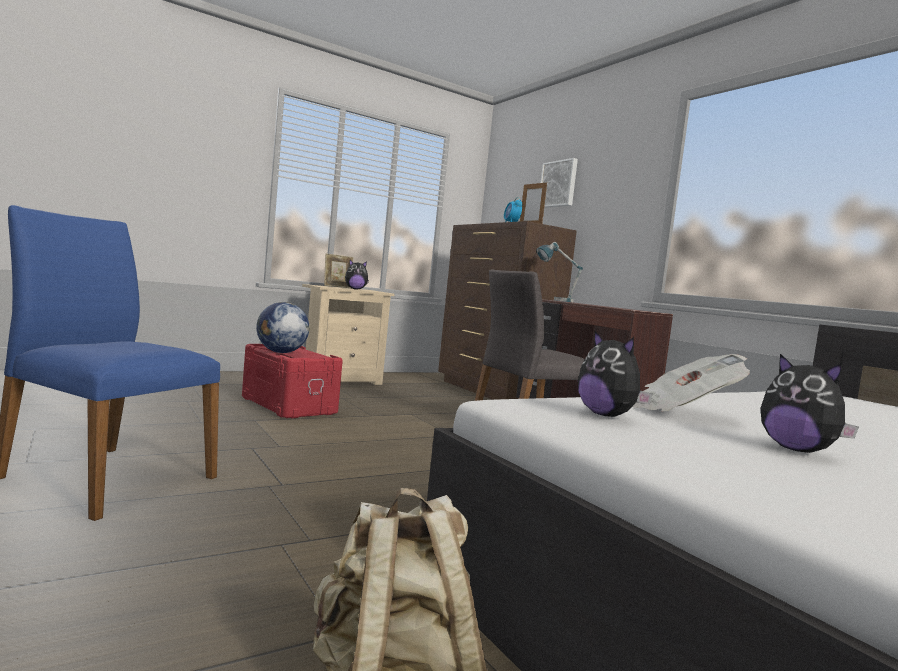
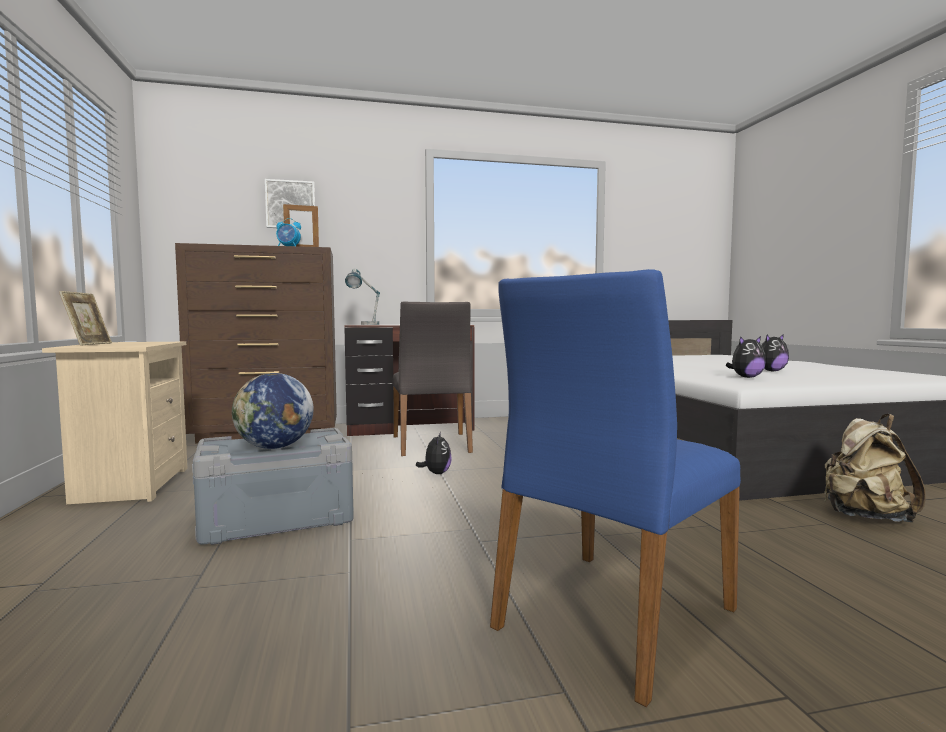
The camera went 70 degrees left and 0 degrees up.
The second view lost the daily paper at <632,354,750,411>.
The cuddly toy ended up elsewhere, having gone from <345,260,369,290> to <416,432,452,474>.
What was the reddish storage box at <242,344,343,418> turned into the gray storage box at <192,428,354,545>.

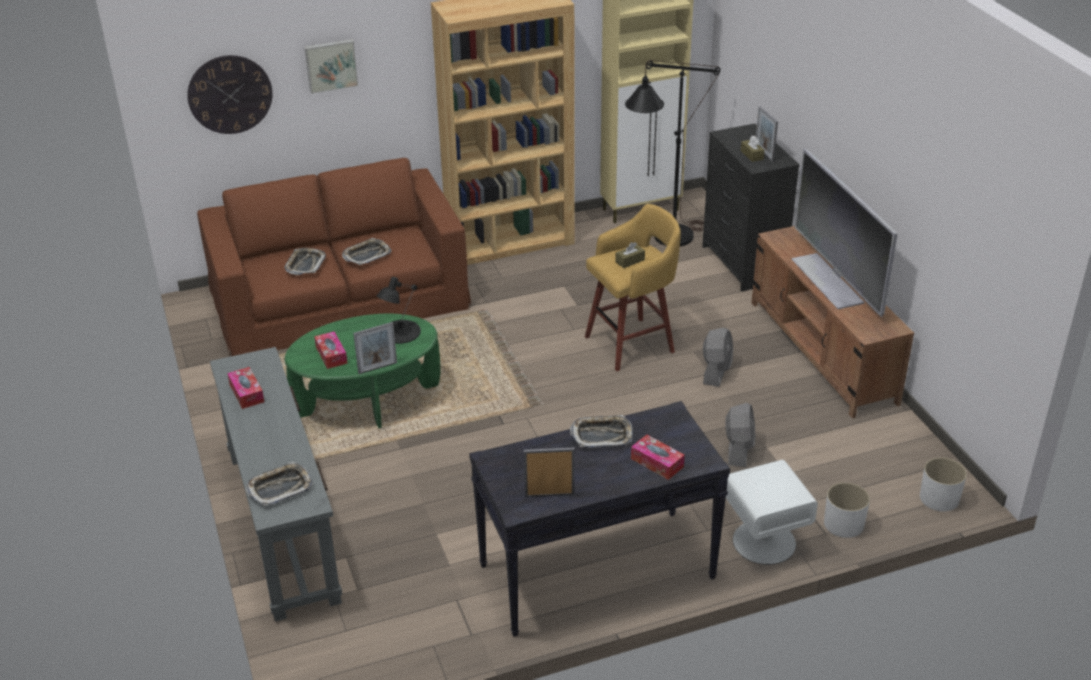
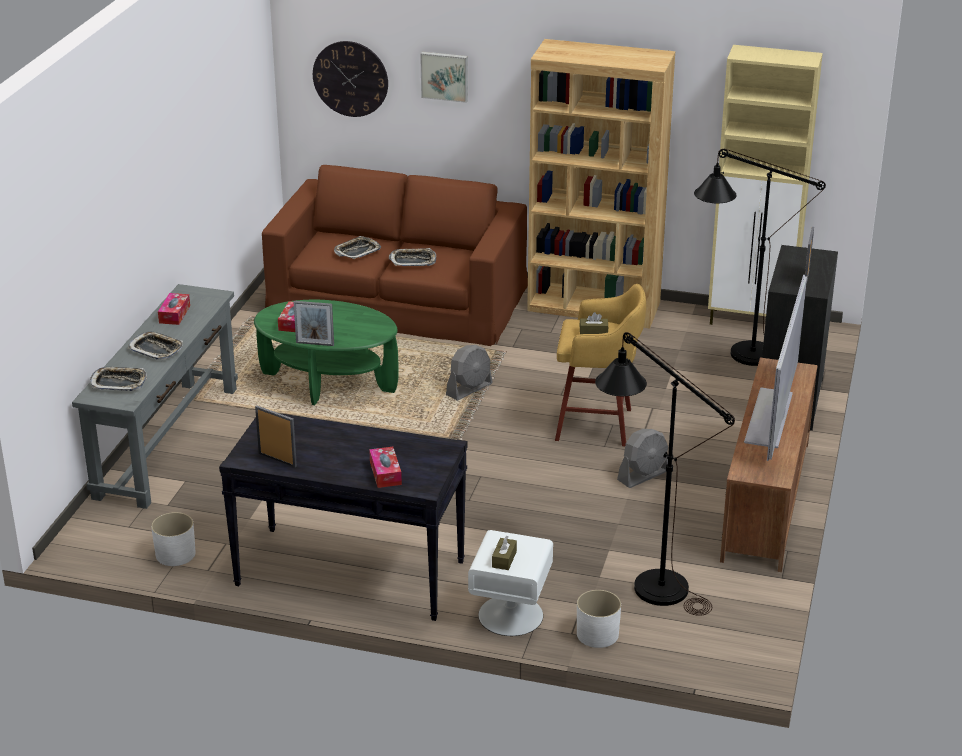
The camera went 35 degrees right and 5 degrees down.
The second view lost the black-coloured lamp for a table at <377,277,421,344>.
The second view gained the black-coloured standing lamp at <595,332,735,616>.
The tray ended up elsewhere, having gone from <570,415,633,448> to <128,332,183,360>.
The gray electric fan ended up elsewhere, having gone from <725,403,755,467> to <446,345,493,401>.
The brown-coloured tissue holder ended up elsewhere, having gone from <741,136,765,162> to <492,536,517,570>.
The whitish plant pot ended up elsewhere, having gone from <920,458,967,511> to <151,512,196,566>.

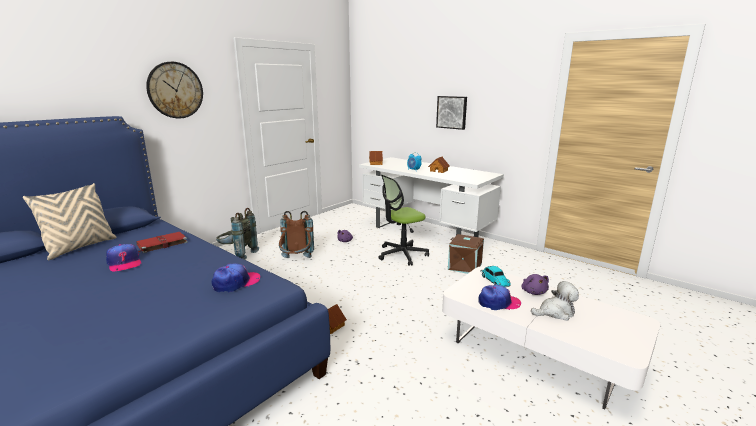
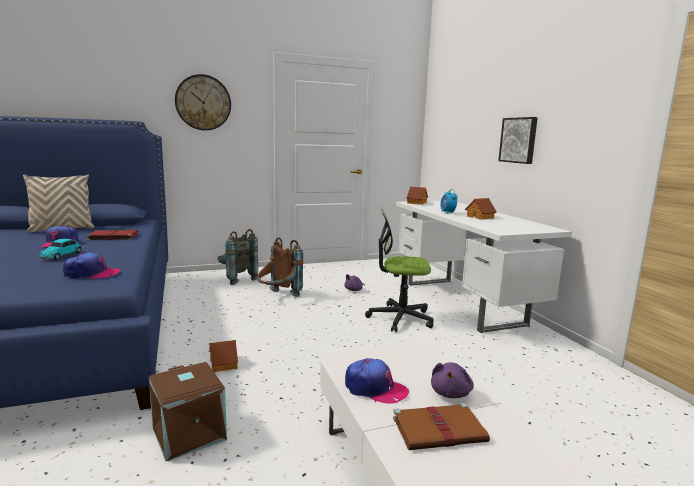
The camera went 30 degrees right and 5 degrees down.
The brown-coloured storage box ended up elsewhere, having gone from <448,234,484,274> to <149,362,227,461>.
The model car ended up elsewhere, having gone from <480,266,511,287> to <38,239,85,260>.
Where the cuddly toy stood at <531,281,579,321>, the brown-coloured volume came to stand at <393,403,490,450>.

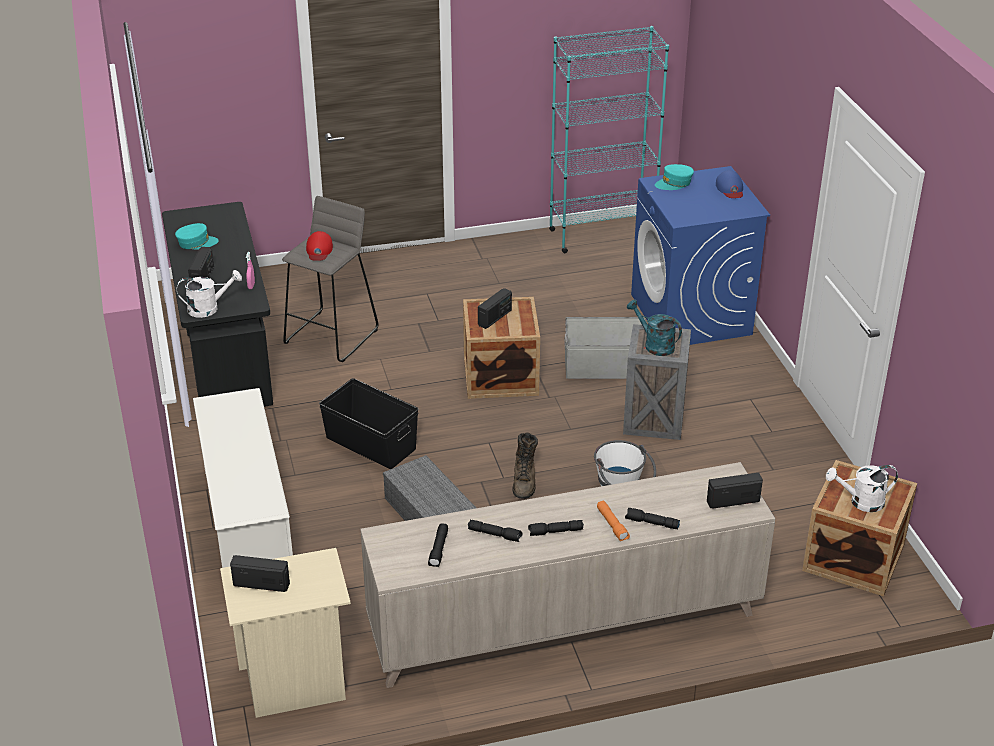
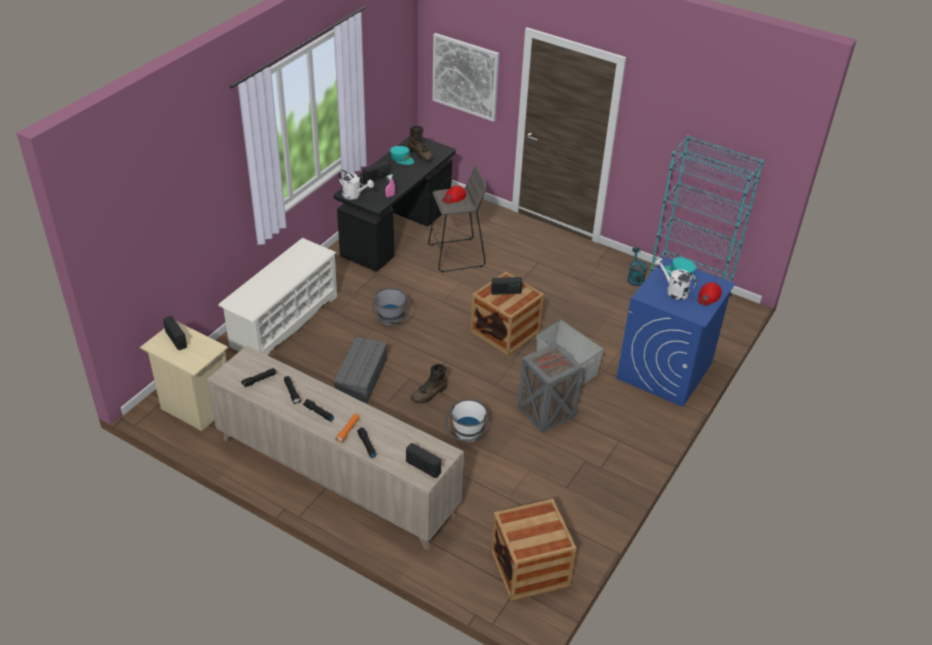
The camera went 45 degrees right and 5 degrees up.
The second view gained the brown-coloured high-top boot at <407,126,433,161>.
The second view gained the wall art at <432,33,499,122>.
The turquoise-coloured sprinkling can ended up elsewhere, having gone from <627,300,682,356> to <627,247,647,286>.
The whitish sprinkling can ended up elsewhere, having gone from <826,465,898,512> to <655,258,696,300>.
Where the black-coloured storage box stood at <319,378,418,469>, the gray pail came to stand at <372,288,410,326>.
What was the blue-coloured cap at <716,170,743,198> turned into the reddish cap at <697,282,722,306>.

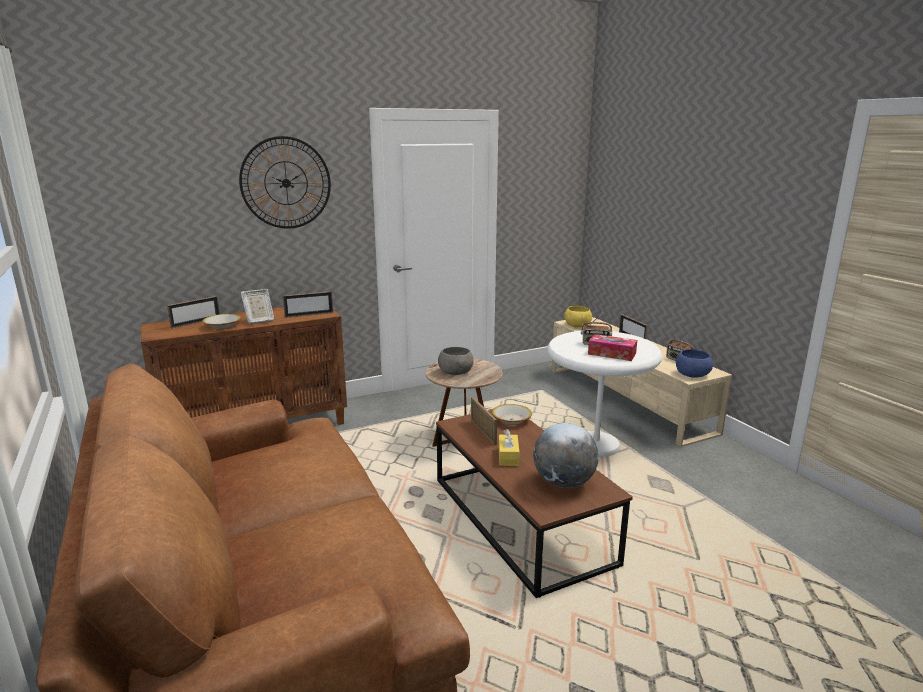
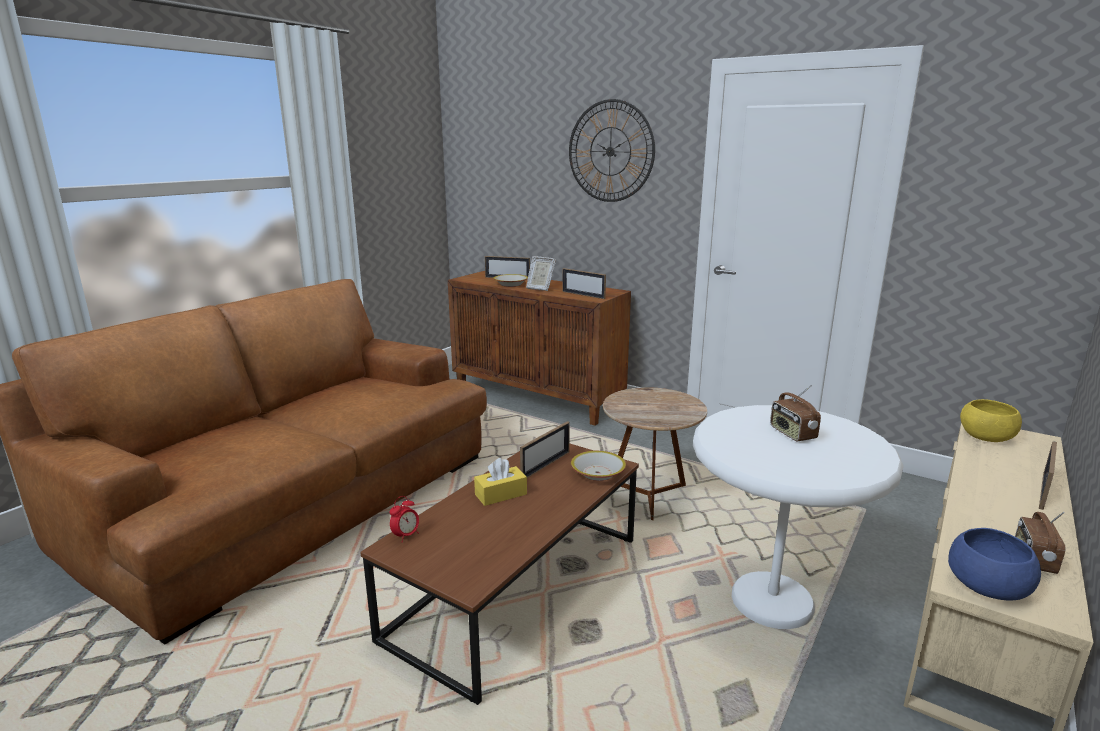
The camera went 60 degrees right and 0 degrees up.
The second view lost the gray bowl at <438,347,474,375>.
The second view lost the globe at <533,423,599,488>.
The second view lost the tissue holder at <588,334,637,361>.
The second view gained the bedside clock at <389,496,419,543>.

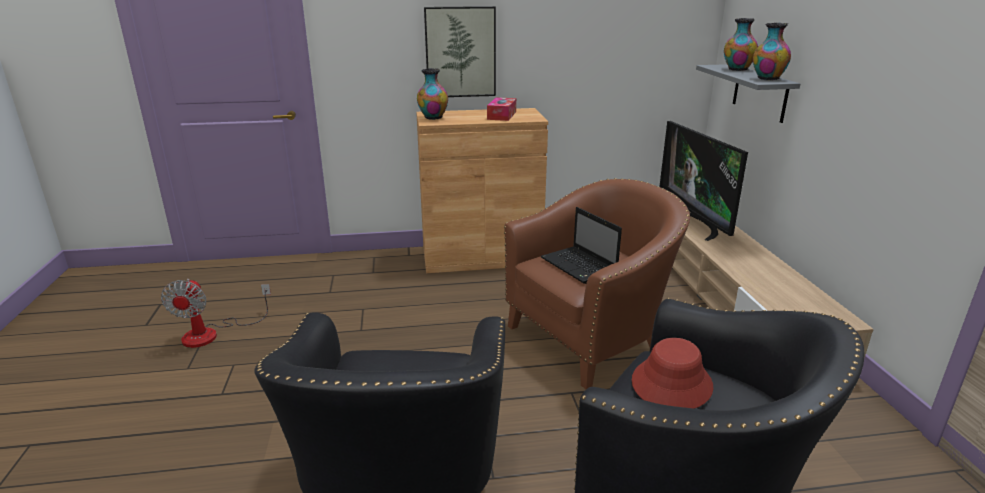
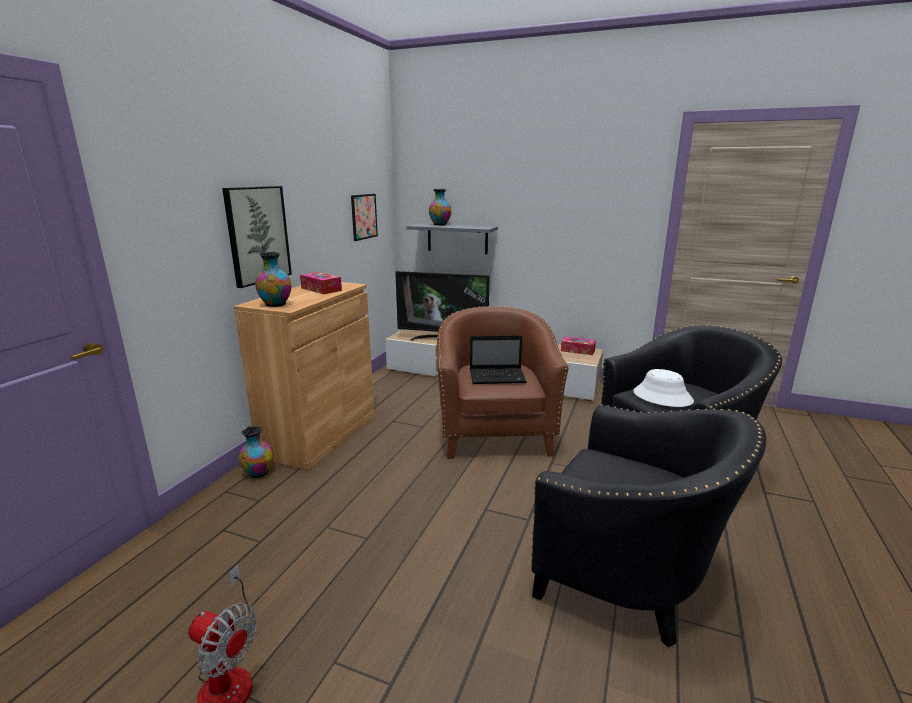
The camera went 60 degrees left and 5 degrees down.
The second view gained the wall art at <351,194,378,241>.
The second view gained the tissue holder at <561,337,596,355>.
The vase ended up elsewhere, having gone from <753,23,791,80> to <239,426,274,478>.
What was the reddish wearable hat at <632,338,713,409> turned into the whitish wearable hat at <633,369,694,407>.

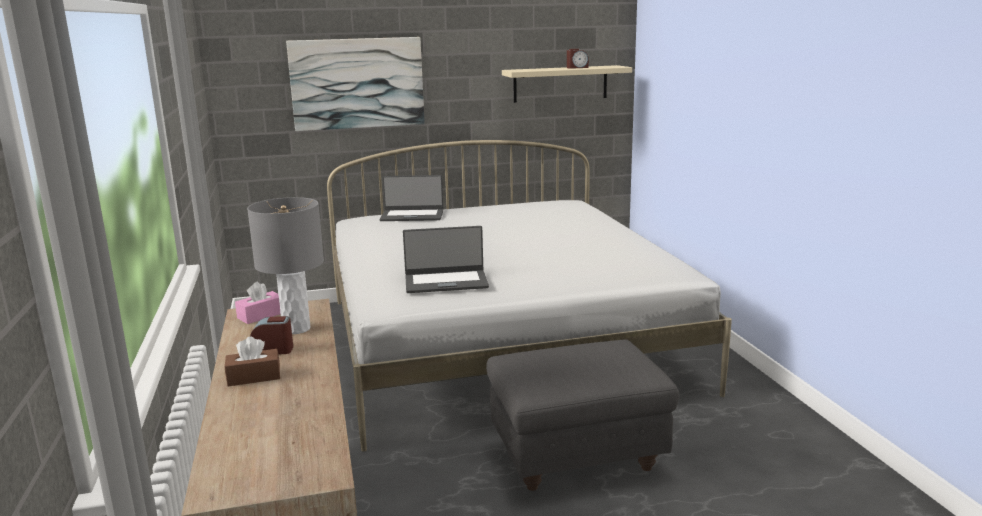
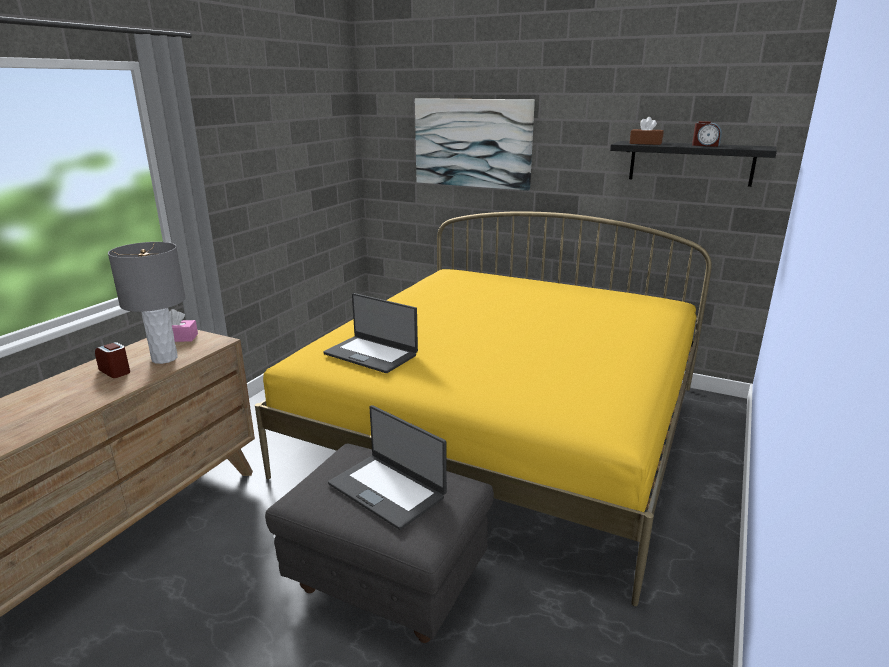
The camera went 40 degrees right and 5 degrees up.
The brown-coloured tissue holder ended up elsewhere, having gone from <225,337,280,386> to <630,117,664,145>.
The laptop ended up elsewhere, having gone from <380,175,443,221> to <328,405,447,530>.
What was the whitish bedroom bed at <327,140,732,452> turned into the yellow bedroom bed at <255,211,712,606>.
What was the beige-coloured wall shelf at <502,65,632,103> turned into the black-coloured wall shelf at <610,141,777,187>.

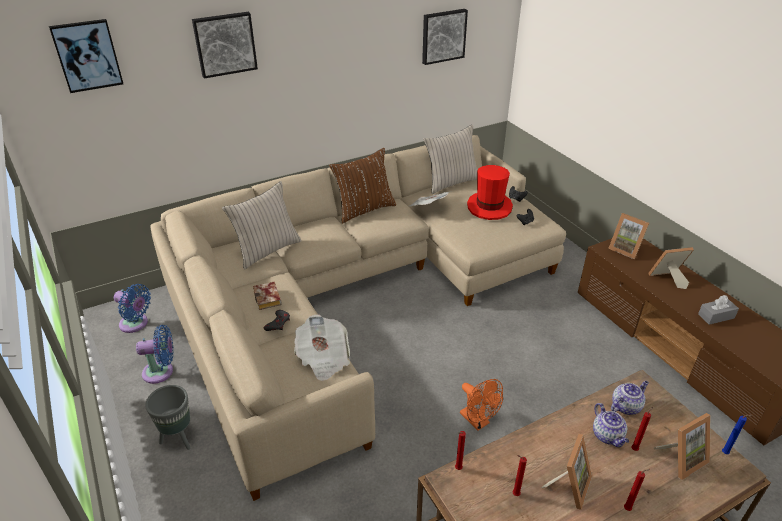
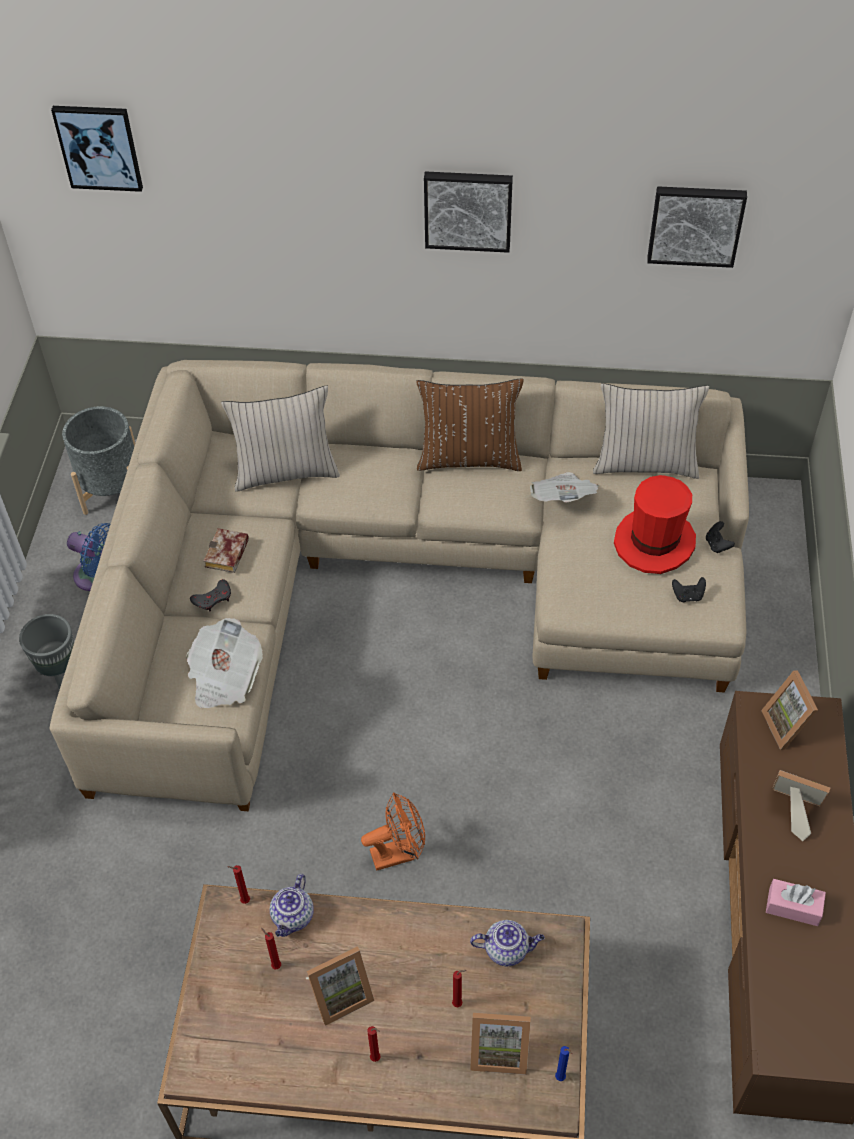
The camera went 35 degrees right and 15 degrees up.
The wall art ended up elsewhere, having gone from <192,12,258,79> to <424,171,513,253>.
The pot for tea ended up elsewhere, having gone from <593,403,629,447> to <270,874,314,937>.
Where the blue-coloured electric fan stood at <114,284,151,333>, the gray plant pot came to stand at <62,406,135,515>.
What was the gray tissue holder at <698,295,739,325> turned into the pinkish tissue holder at <766,879,826,926>.
The orange-coloured electric fan at <460,379,503,431> ended up facing another way, 105 degrees counterclockwise from before.

